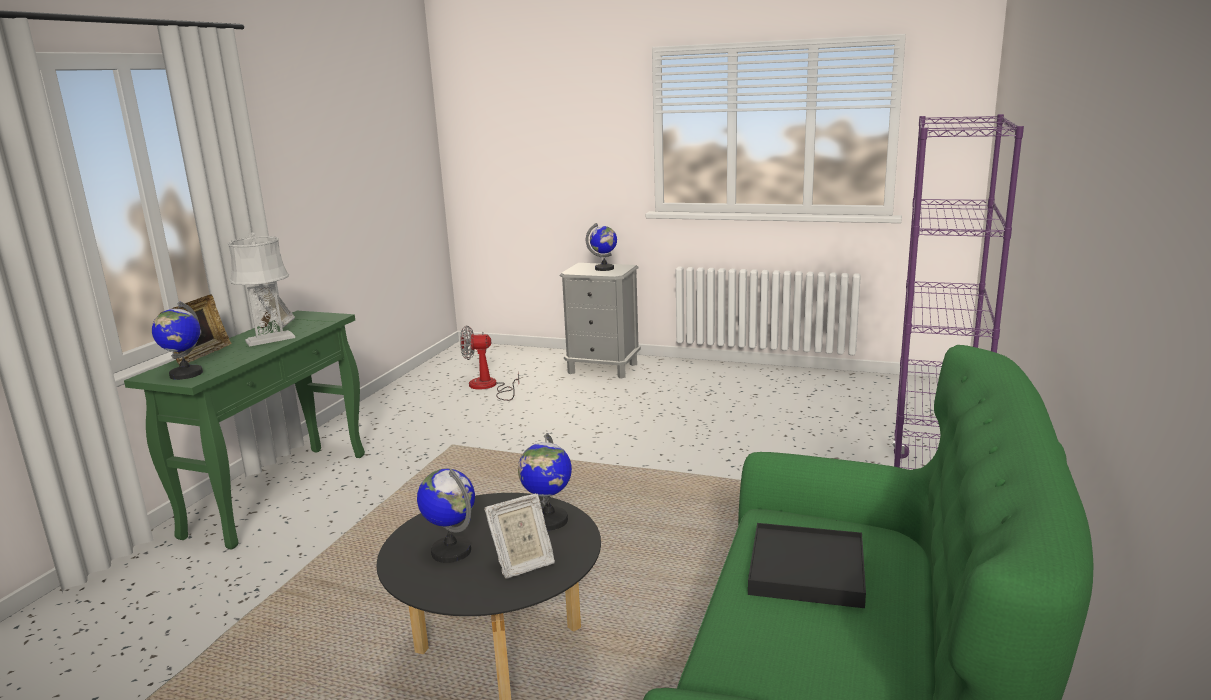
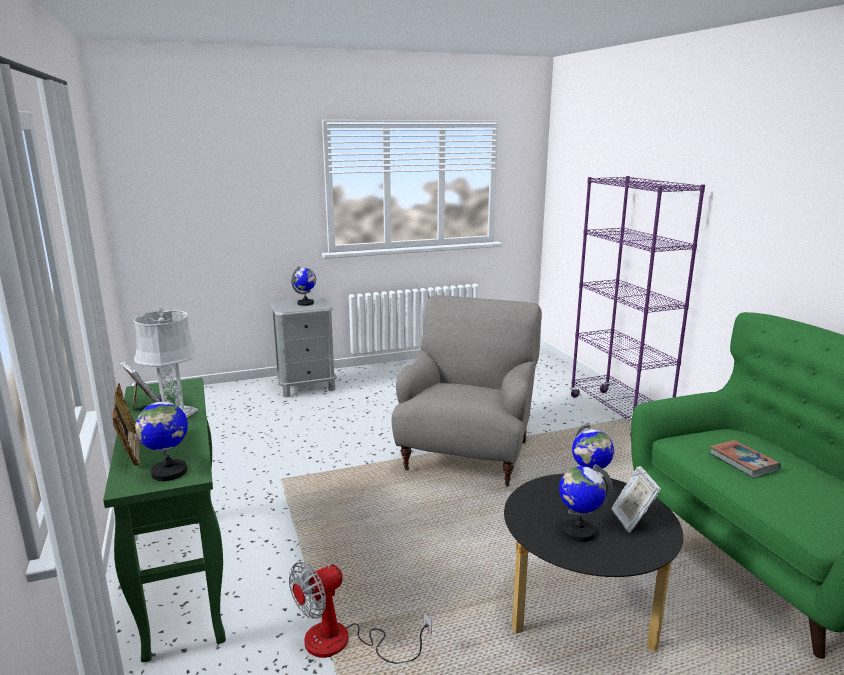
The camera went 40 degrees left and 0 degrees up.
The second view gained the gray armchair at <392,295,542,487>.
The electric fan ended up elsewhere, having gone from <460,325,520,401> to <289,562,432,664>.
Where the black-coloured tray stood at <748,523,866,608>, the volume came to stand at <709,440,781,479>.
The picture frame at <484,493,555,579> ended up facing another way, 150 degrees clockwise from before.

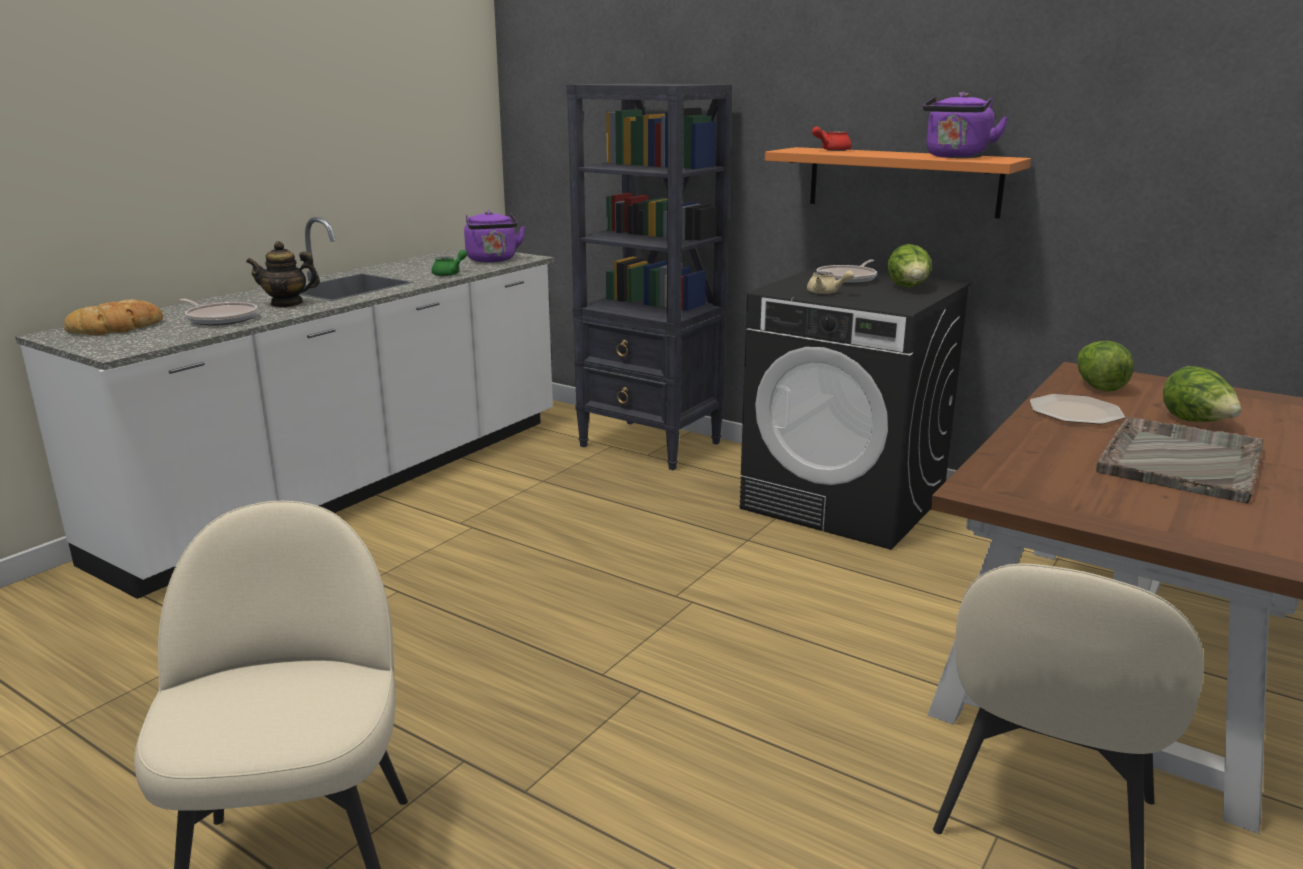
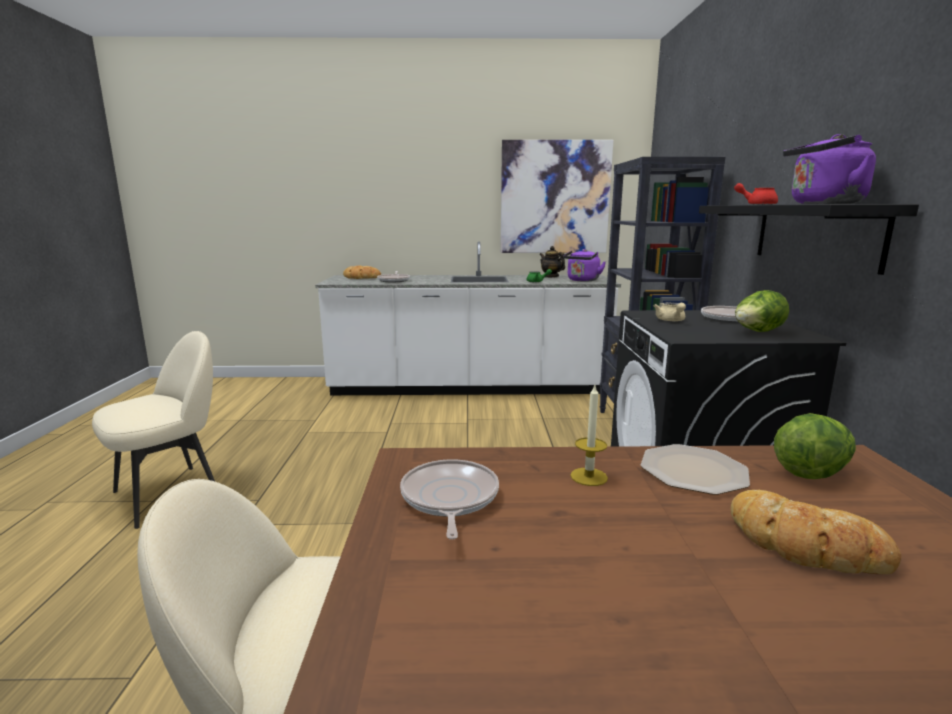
The camera went 55 degrees right and 5 degrees down.
The second view lost the gray tray at <1096,416,1264,503>.
The second view gained the skillet at <400,459,499,540>.
The second view gained the wall art at <501,140,614,253>.
The second view gained the wax light at <571,385,608,486>.
The pot for tea ended up elsewhere, having gone from <246,241,320,307> to <540,246,565,278>.
Where the head of lettuce stood at <1163,366,1242,422>, the baked bread came to stand at <731,490,901,574>.
What was the orange-coloured wall shelf at <765,147,1031,219> turned into the black-coloured wall shelf at <699,204,919,275>.

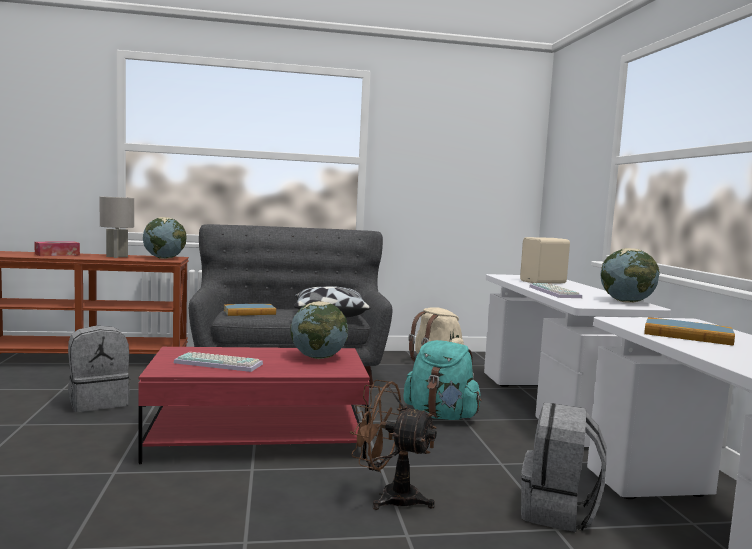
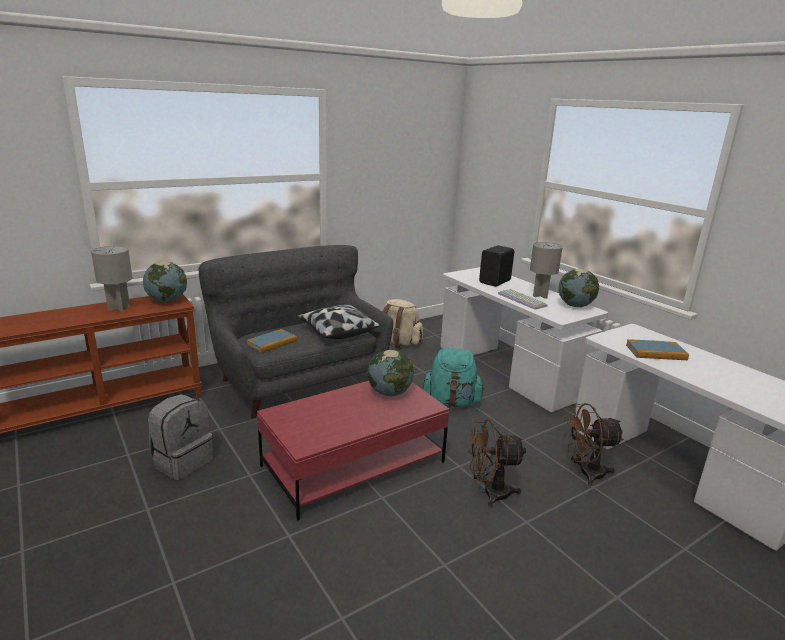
The camera went 25 degrees left and 15 degrees up.
The second view lost the tissue holder at <34,241,80,256>.
The second view lost the computer keyboard at <174,352,263,372>.
The second view gained the gray lamp for a table at <530,242,563,299>.
Where the gray knapsack stood at <521,402,606,532>, the brown-coloured electric fan came to stand at <564,403,624,486>.
What was the beige-coloured loudspeaker at <520,237,570,284> turned into the black-coloured loudspeaker at <479,245,514,287>.

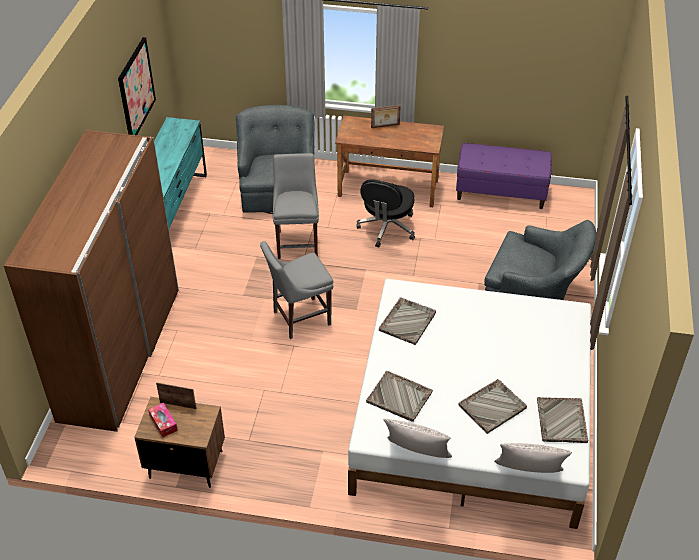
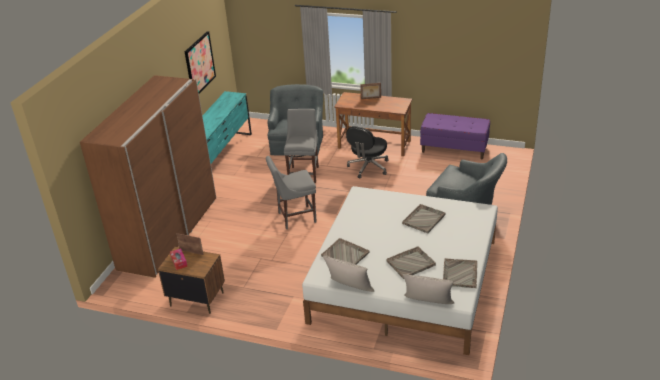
The camera went 10 degrees right and 10 degrees down.
The gray tray ended up elsewhere, having gone from <379,297,436,345> to <402,204,445,233>.

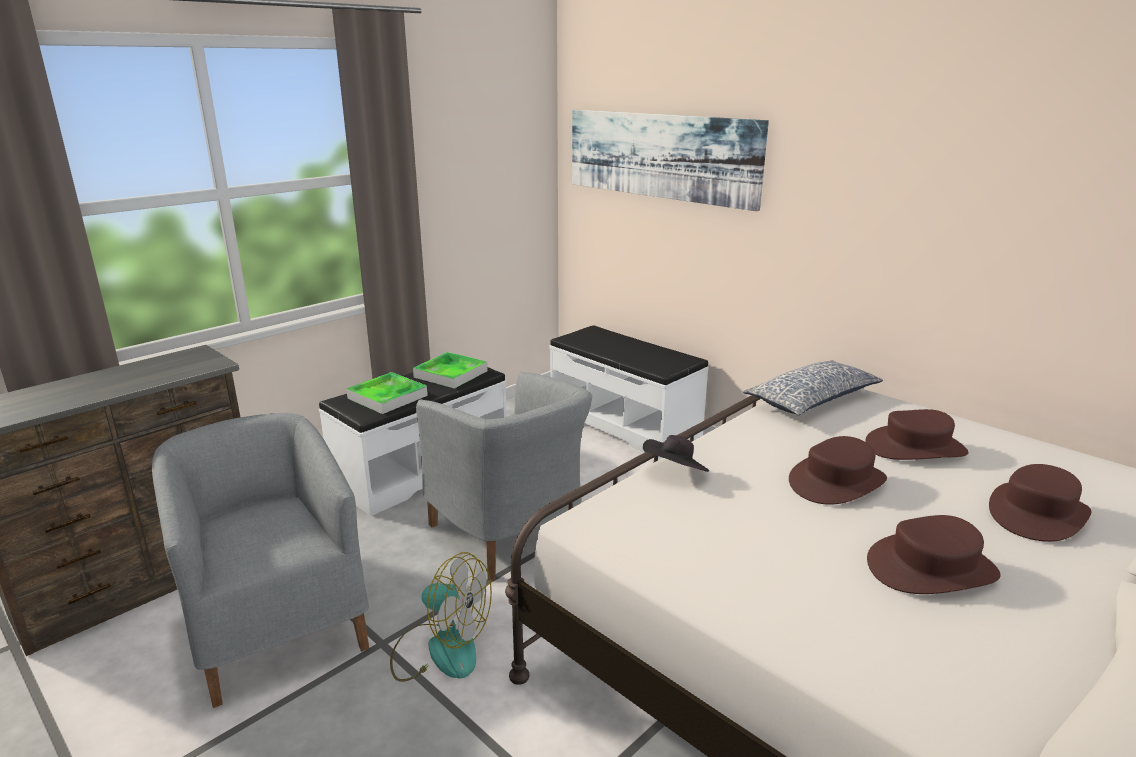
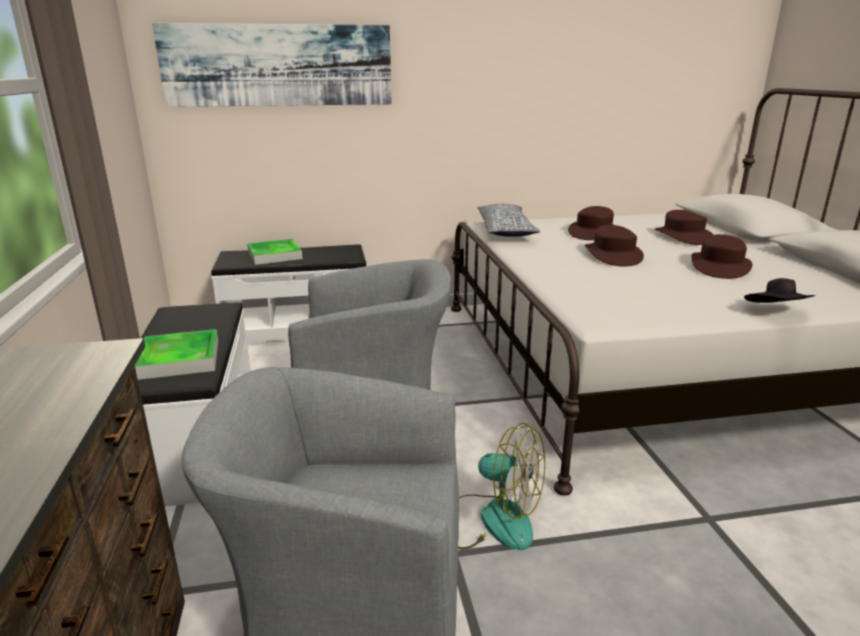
The camera went 55 degrees left and 0 degrees up.
The tray ended up elsewhere, having gone from <413,352,488,389> to <247,239,303,265>.
The black-coloured wearable hat ended up elsewhere, having gone from <643,435,709,472> to <744,278,816,303>.
The electric fan at <390,552,492,682> ended up facing another way, 60 degrees clockwise from before.

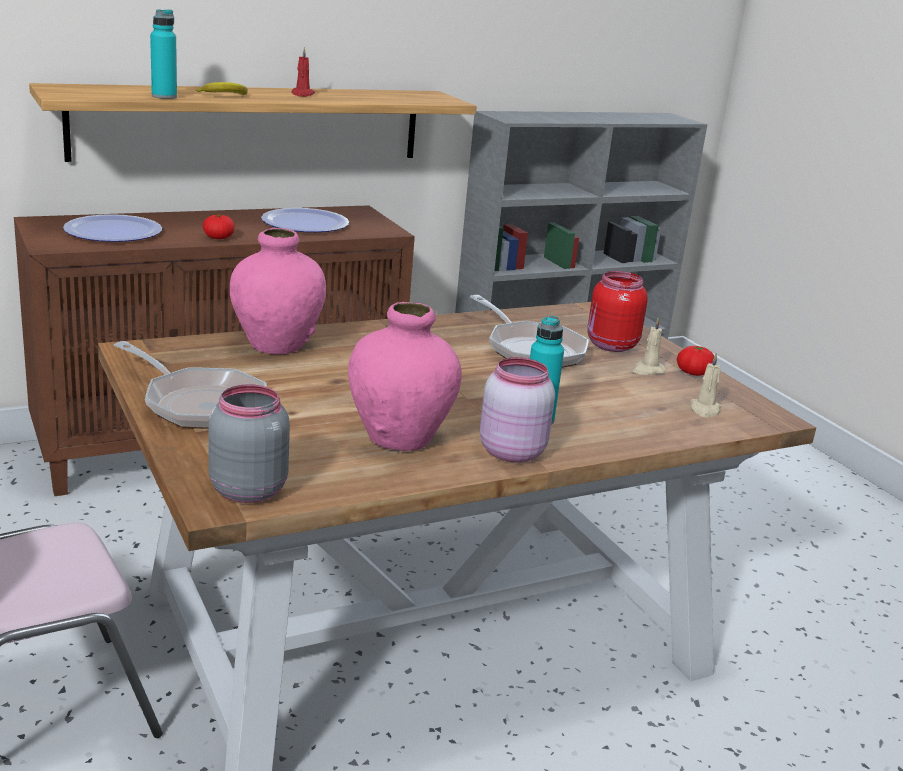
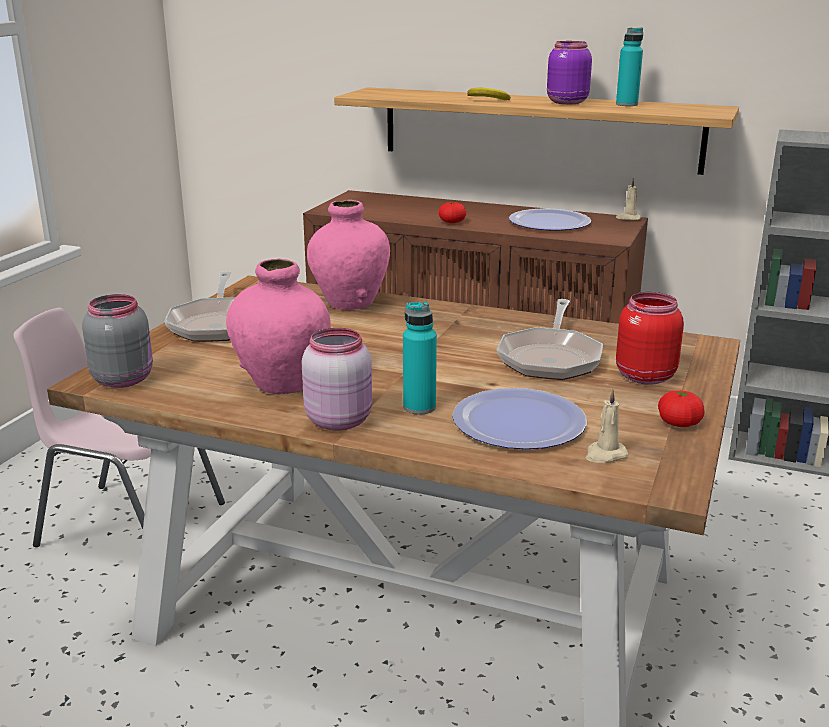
The camera went 50 degrees right and 0 degrees up.
The dinner plate ended up elsewhere, having gone from <63,214,162,242> to <452,388,587,449>.
The turquoise-coloured beverage bottle ended up elsewhere, having gone from <150,9,177,99> to <616,28,643,106>.
The beige-coloured wax light ended up elsewhere, having gone from <632,317,665,375> to <616,178,642,220>.
Where the reddish wax light stood at <291,47,315,97>, the purple storage jar came to stand at <547,41,592,104>.

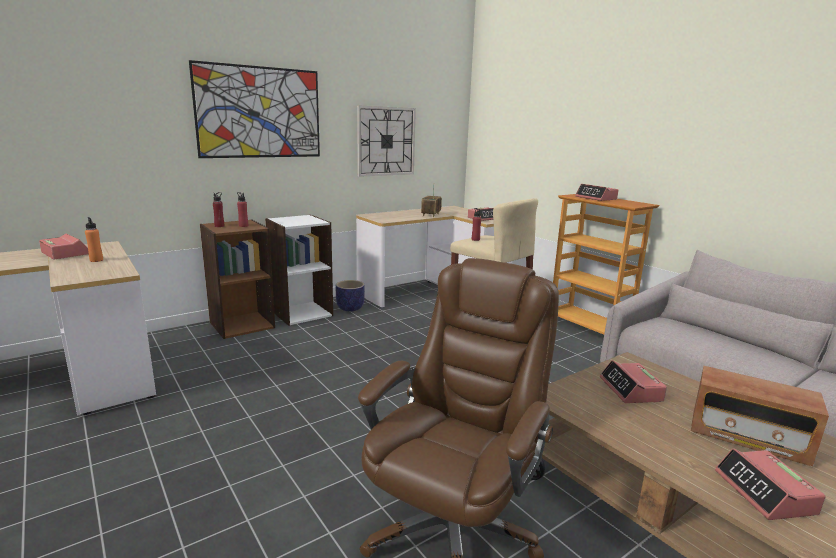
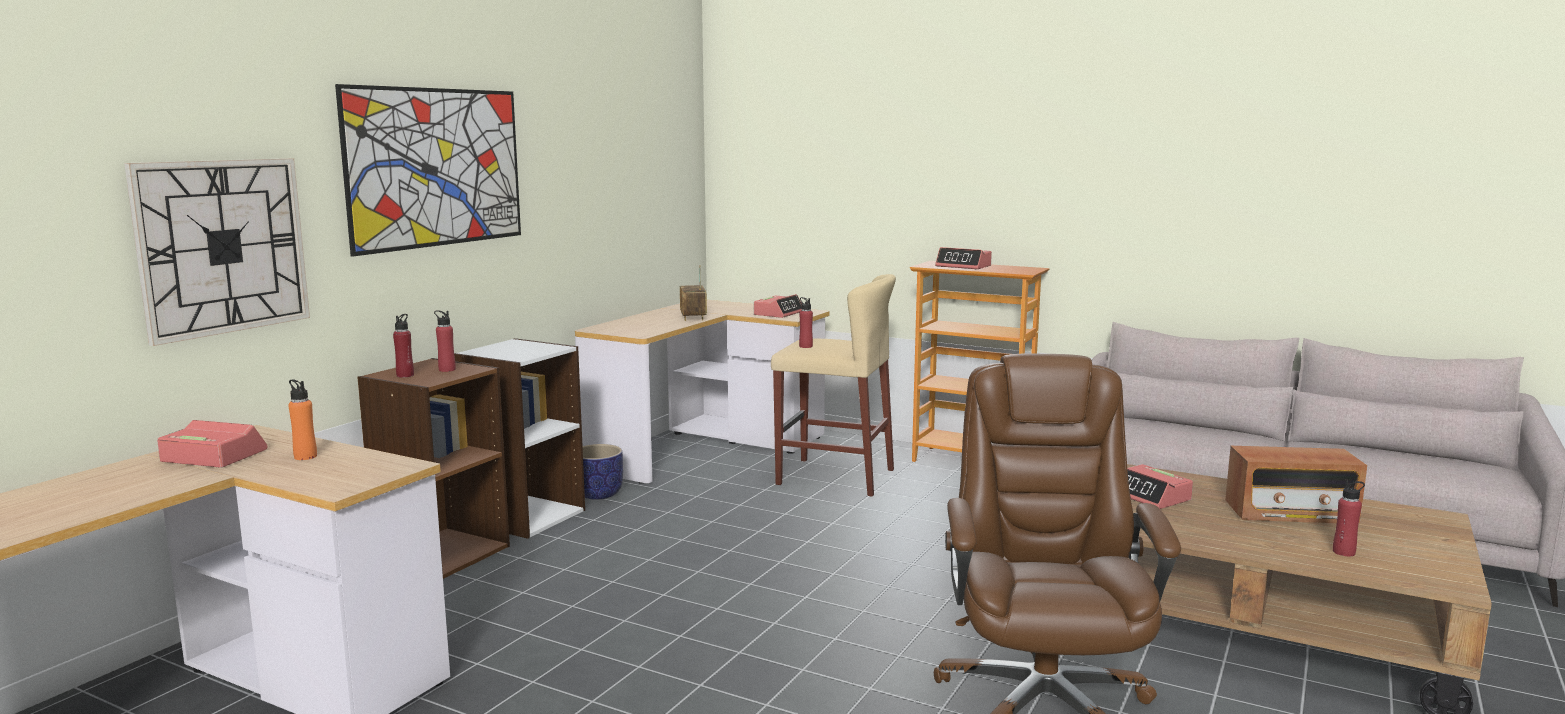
The camera went 25 degrees left and 5 degrees down.
The wall clock ended up elsewhere, having gone from <357,105,416,177> to <124,158,310,346>.
Where the bedside clock stood at <715,448,825,520>, the reddish beverage bottle came to stand at <1333,479,1365,556>.

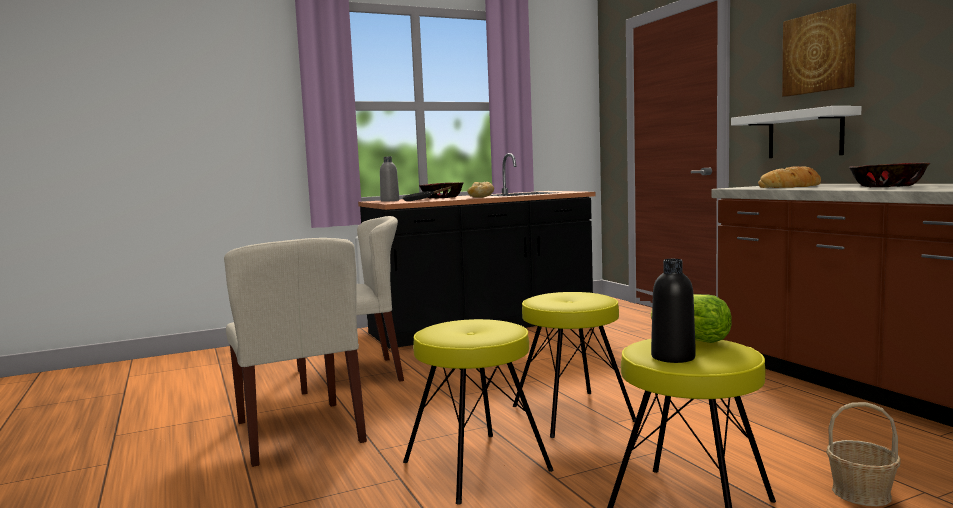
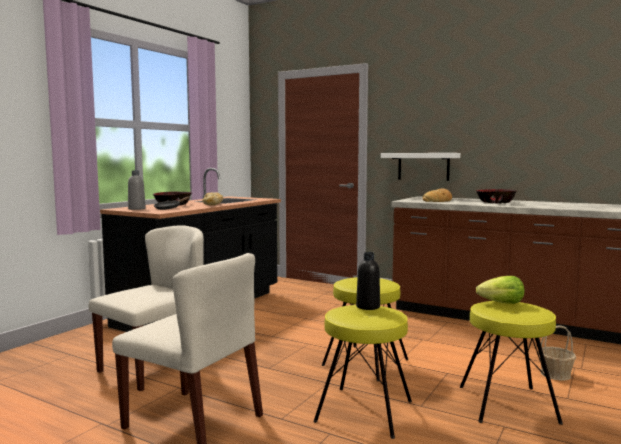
The camera went 35 degrees left and 0 degrees up.
The second view lost the wall art at <782,3,856,97>.
The black-coloured beverage bottle ended up elsewhere, having gone from <651,259,696,363> to <356,252,380,310>.

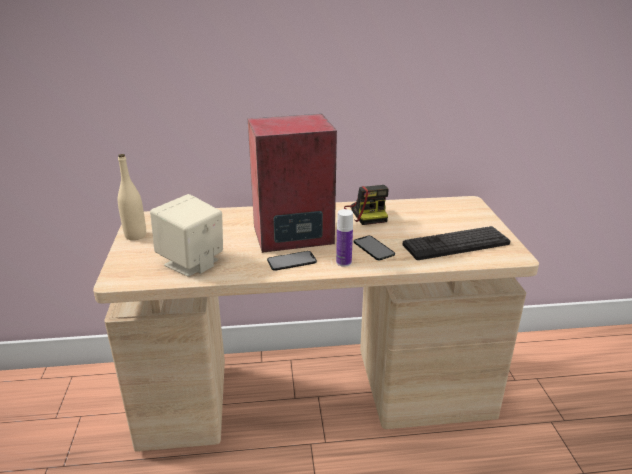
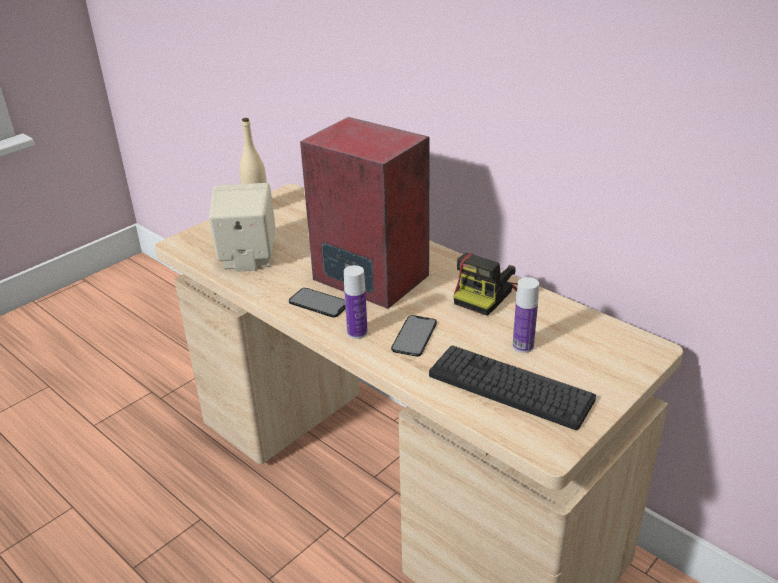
The camera went 50 degrees right and 5 degrees up.
The second view gained the beverage bottle at <513,277,539,353>.

